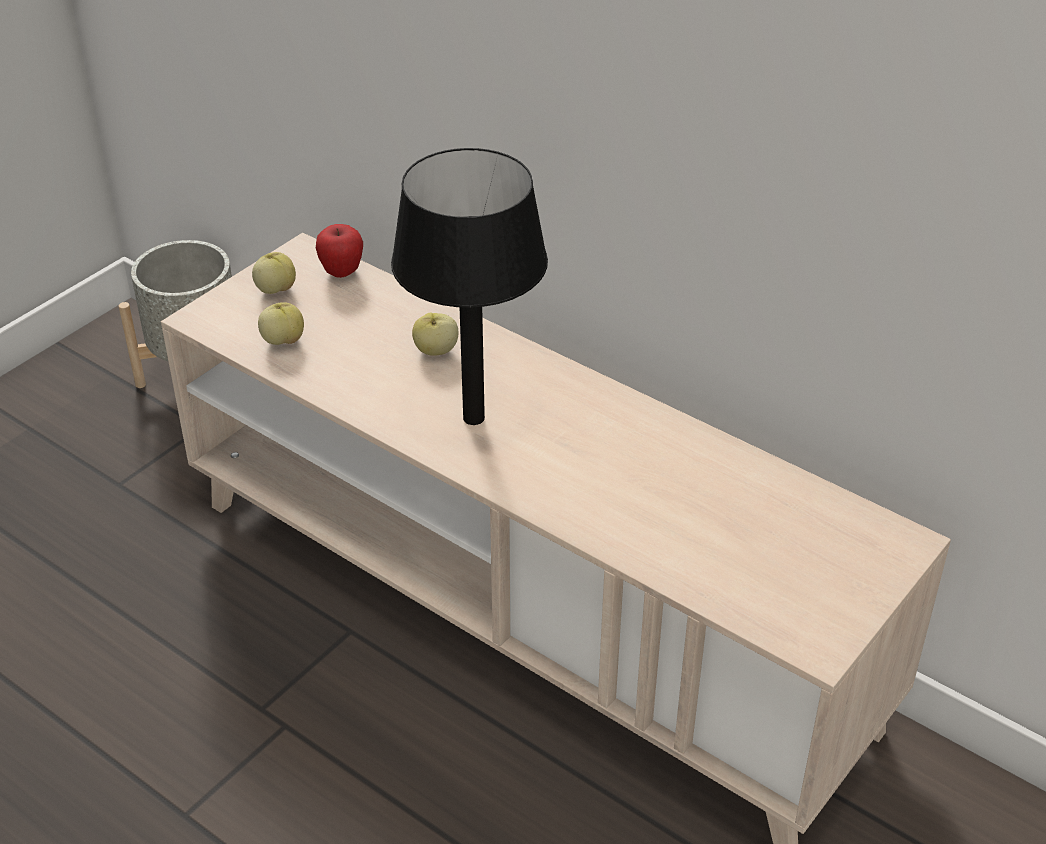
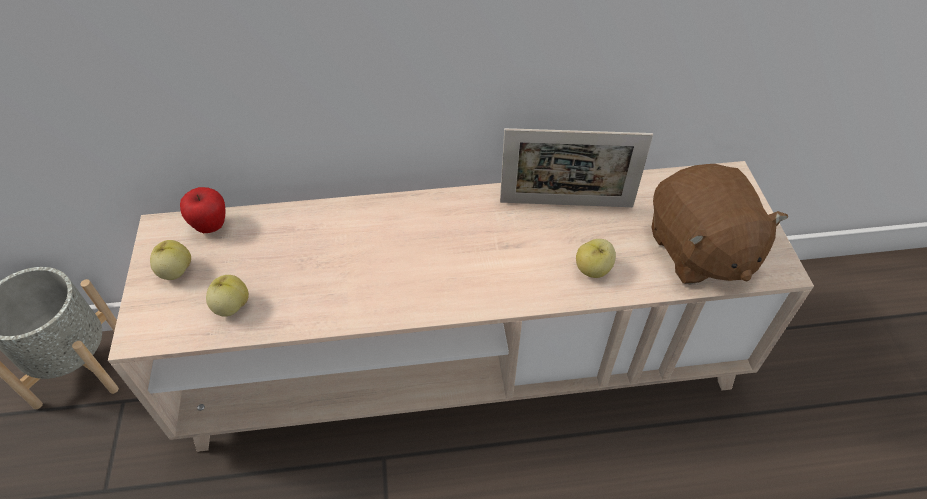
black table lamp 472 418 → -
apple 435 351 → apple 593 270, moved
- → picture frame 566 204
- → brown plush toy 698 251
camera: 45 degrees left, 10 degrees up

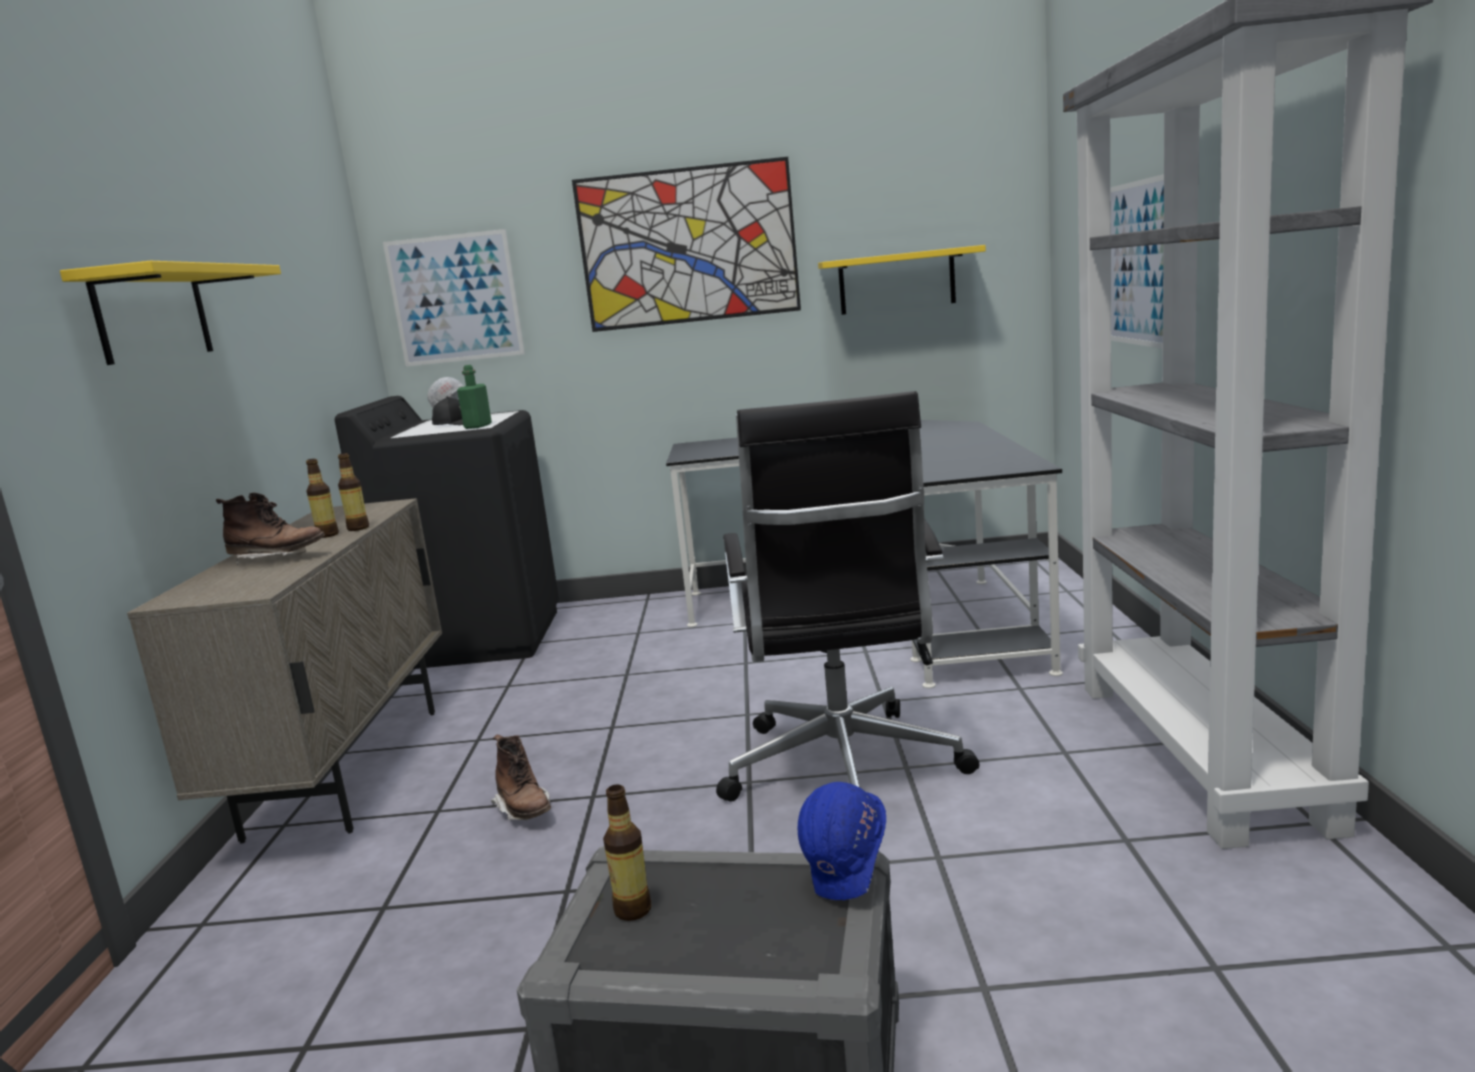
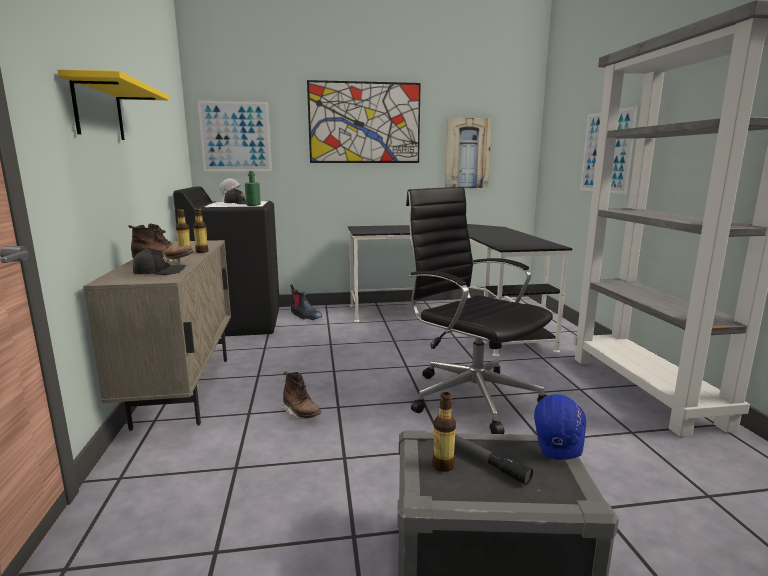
yellow shelf 896 281 → picture 467 153
black office chair 843 772 → black office chair 471 396, 150 degrees clockwise
- → black cap 159 272
- → boot 305 316
- → flashlight 488 463
camera: 10 degrees left, 0 degrees up

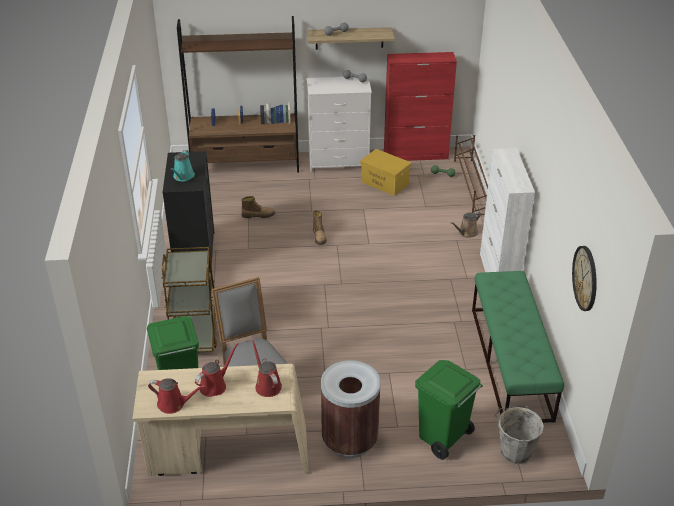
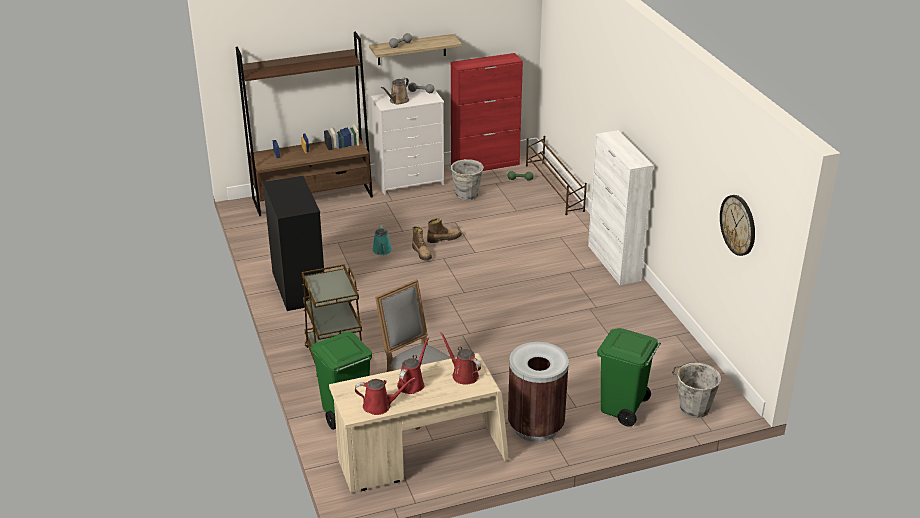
yellow storage box 385 183 → grey bucket 466 195
turquoise watering can 183 177 → turquoise watering can 382 251, moved
boot 258 215 → boot 444 238, moved
brown watering can 466 233 → brown watering can 398 101, moved
green bench 511 363 → -
camera: 15 degrees left, 5 degrees down

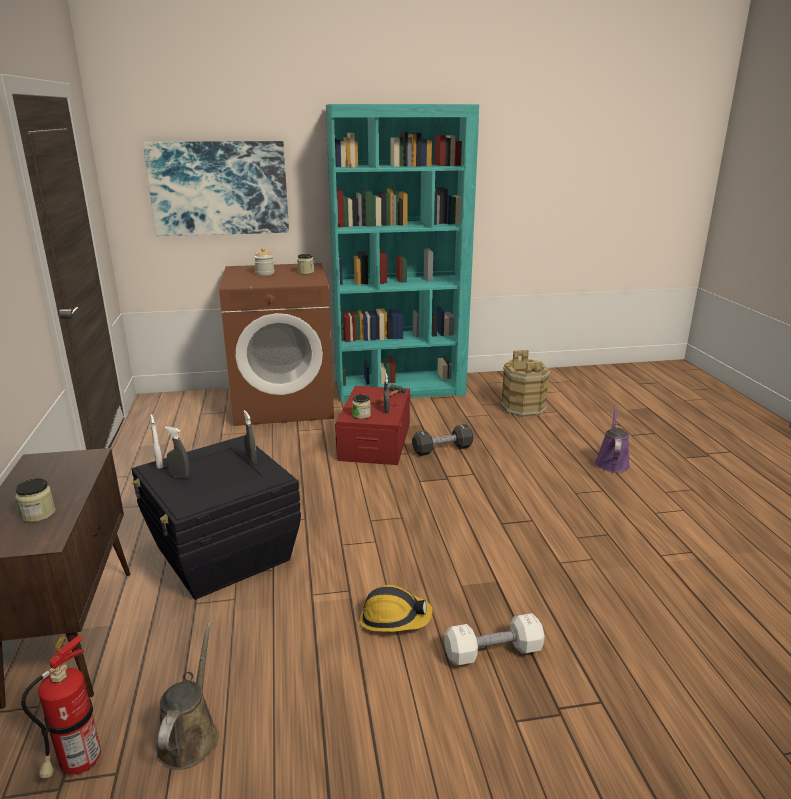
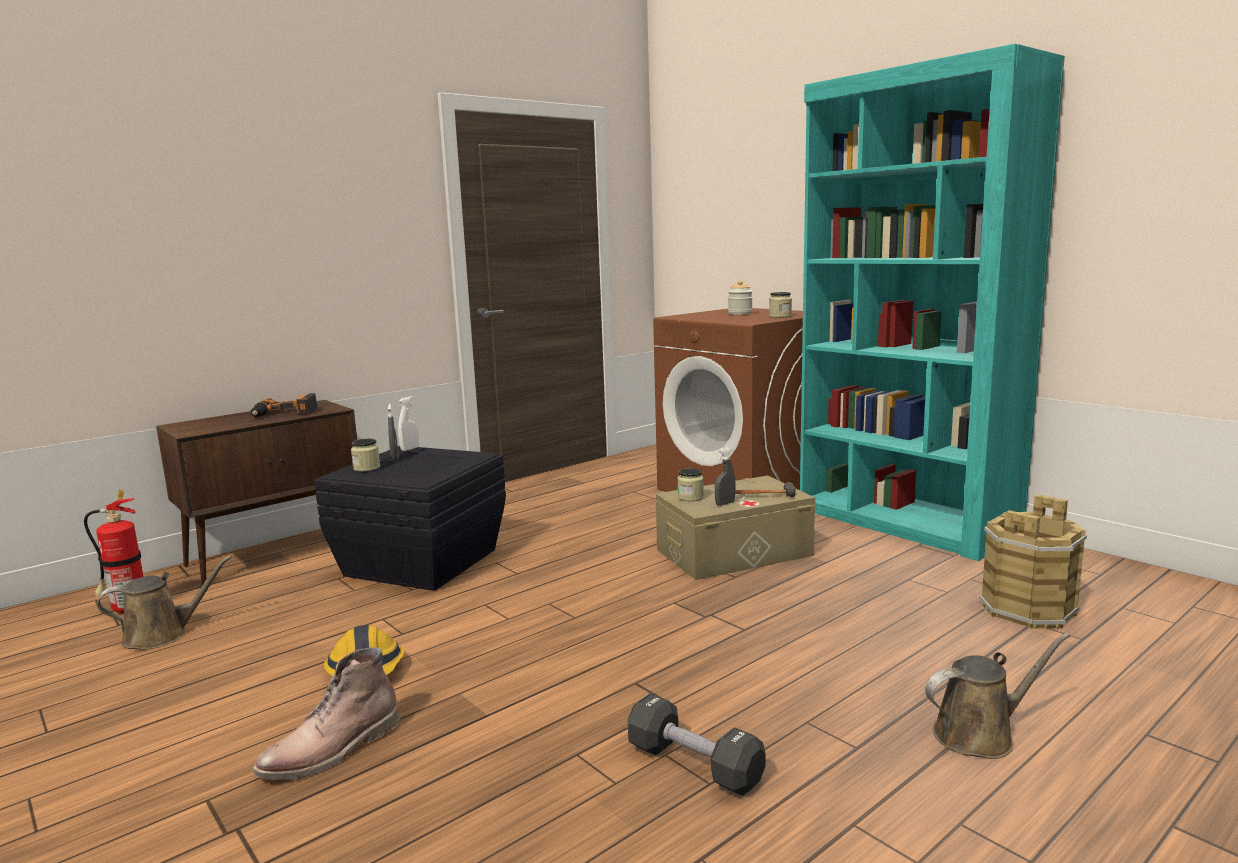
picture 219 188 → -
red storage box 375 441 → beige storage box 733 552
purple watering can 611 462 → brown watering can 980 735
grey spray bottle 251 460 → -
black dumbbell 442 449 → black dumbbell 694 765, moved
jar 38 514 → jar 366 468, moved
white dumbbell 493 652 → brown boot 332 751
- → power drill 285 413
camera: 60 degrees right, 10 degrees down

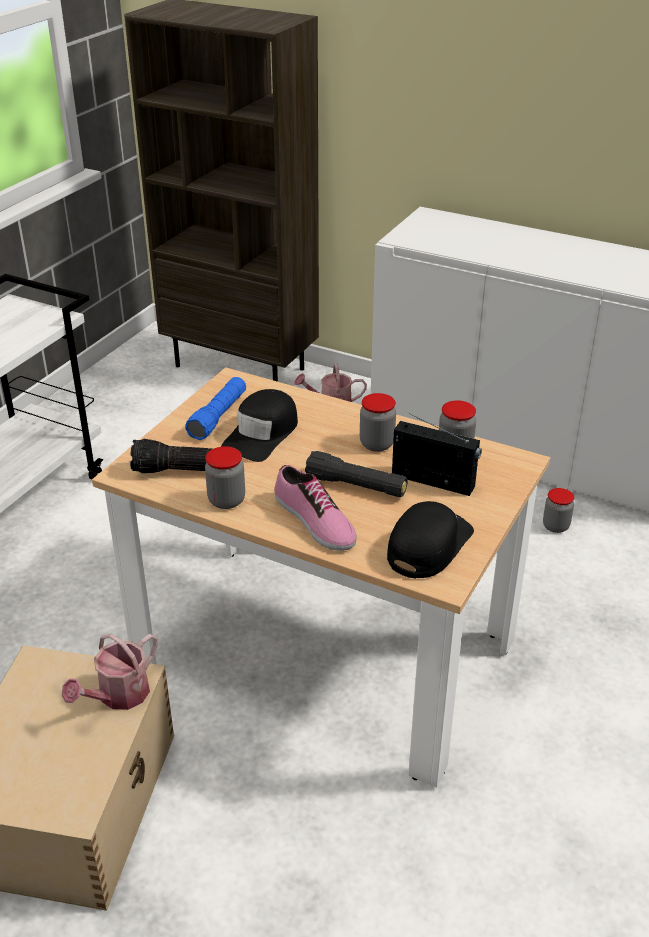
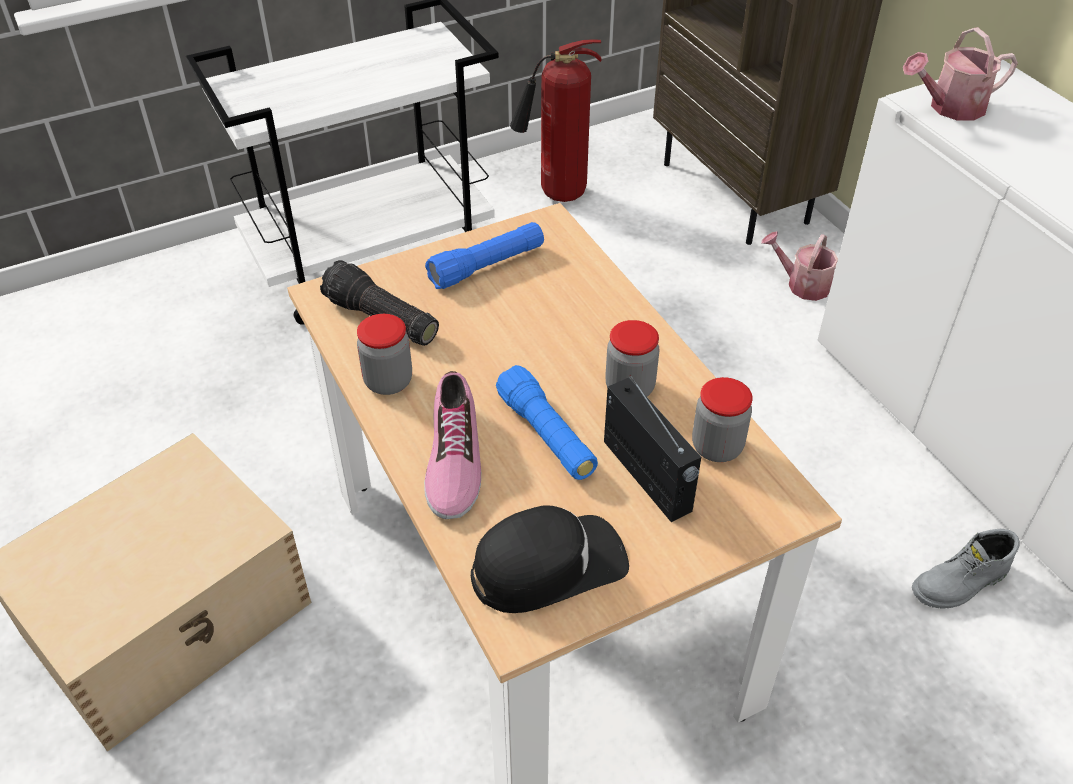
black cap 262 434 → -
black flashlight 356 486 → blue flashlight 546 435
jar 555 526 → grey boot 960 584
watering can 118 696 → watering can 950 107, moved
- → fire extinguisher 557 195
camera: 35 degrees right, 10 degrees up

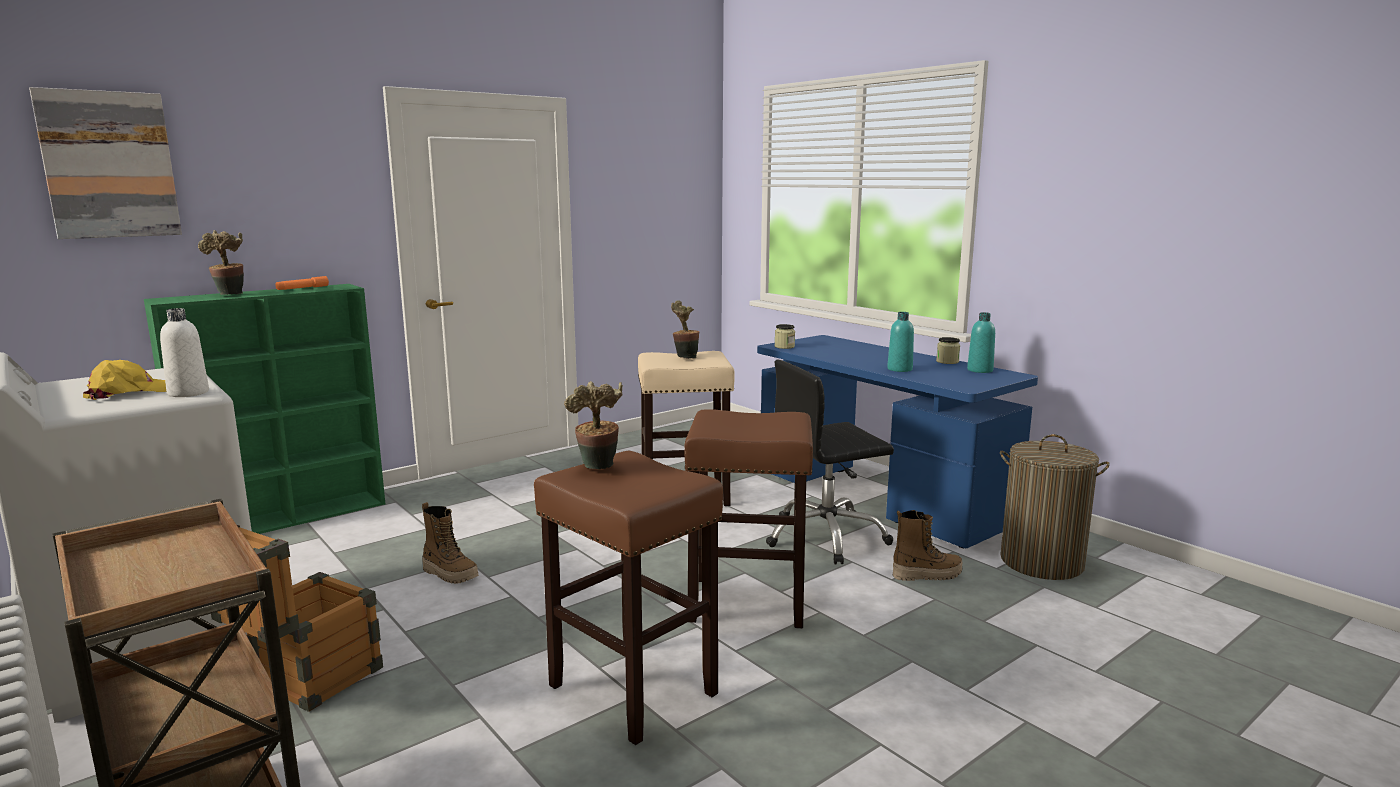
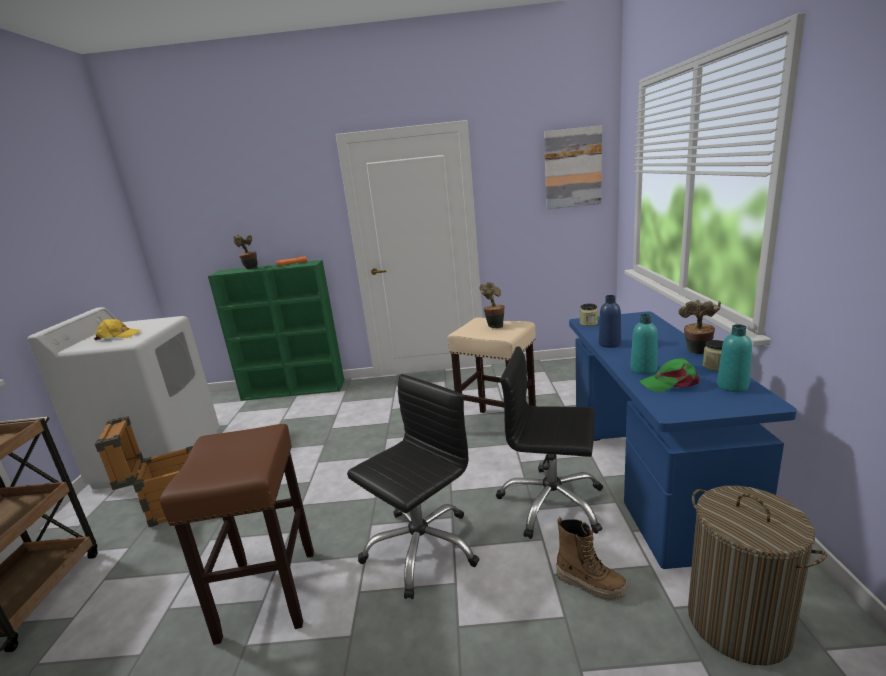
picture 109 165 → picture 572 168, moved
white bottle 188 393 → -
potted plant 598 468 → potted plant 697 353, moved
brown stool 749 602 → black office chair 421 548
boot 450 574 → -
- → blue bottle 609 344
- → green cap 671 383
camera: 40 degrees right, 5 degrees up

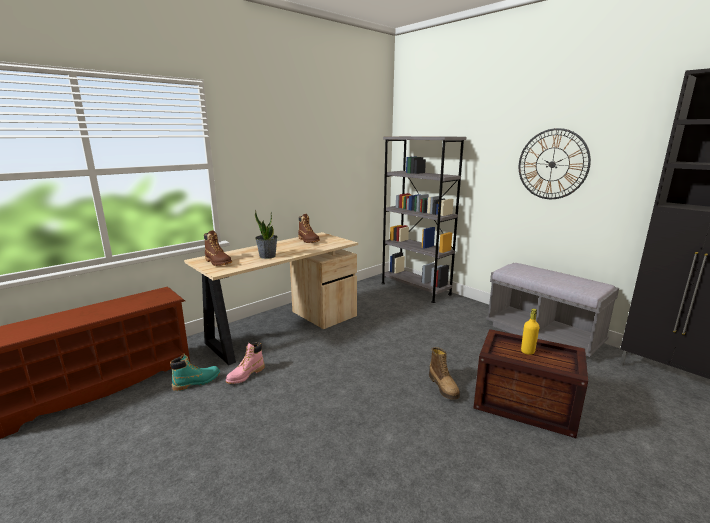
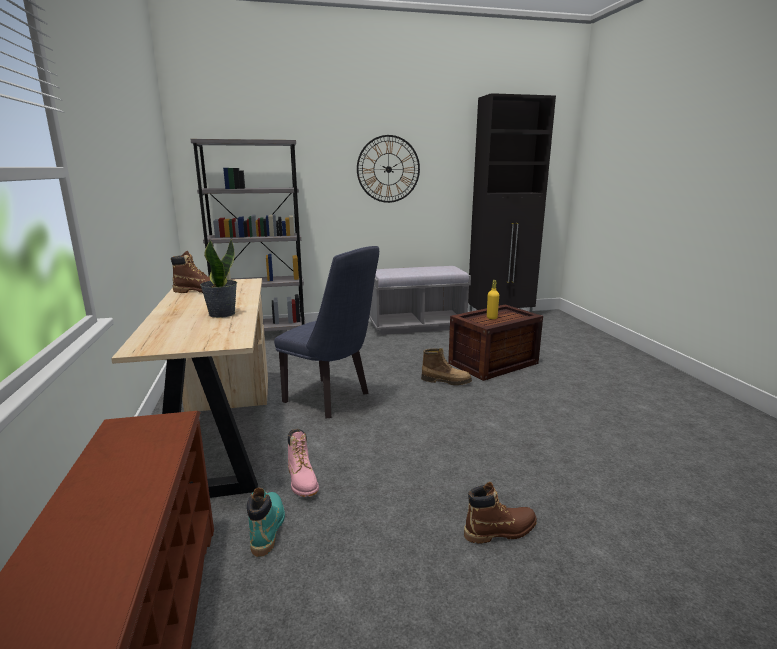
brown boot 218 262 → brown boot 500 531, moved
- → blue chair 332 399
camera: 60 degrees left, 0 degrees up

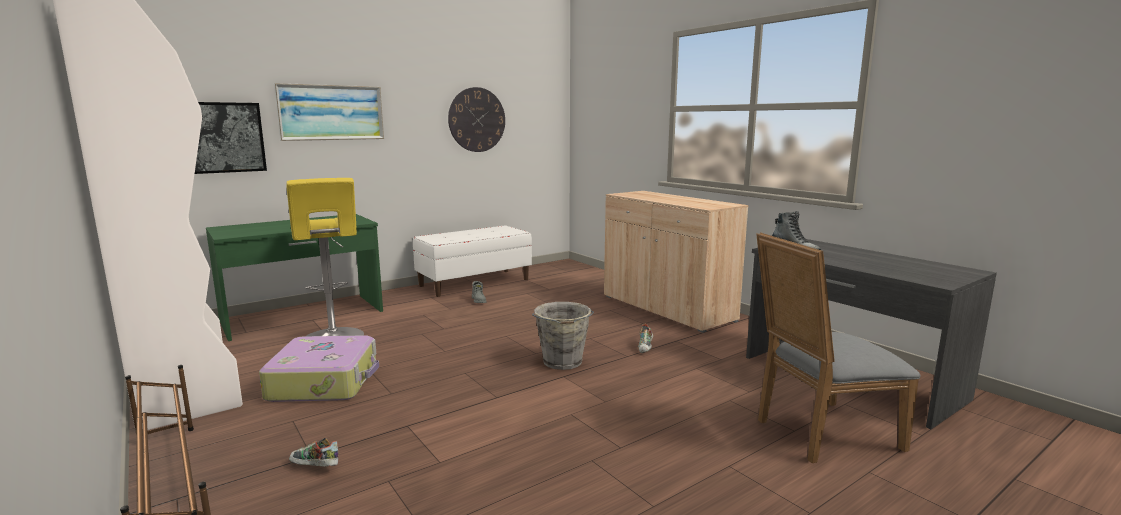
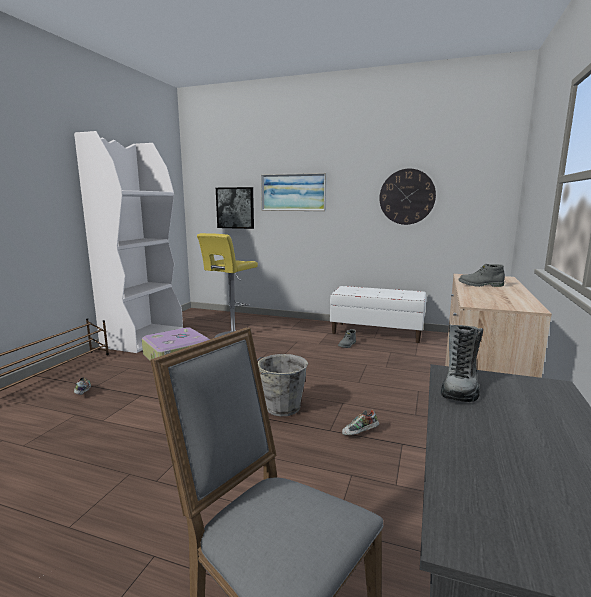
green desk 303 316 → -
- → grey boot 480 285
camera: 55 degrees right, 0 degrees up

